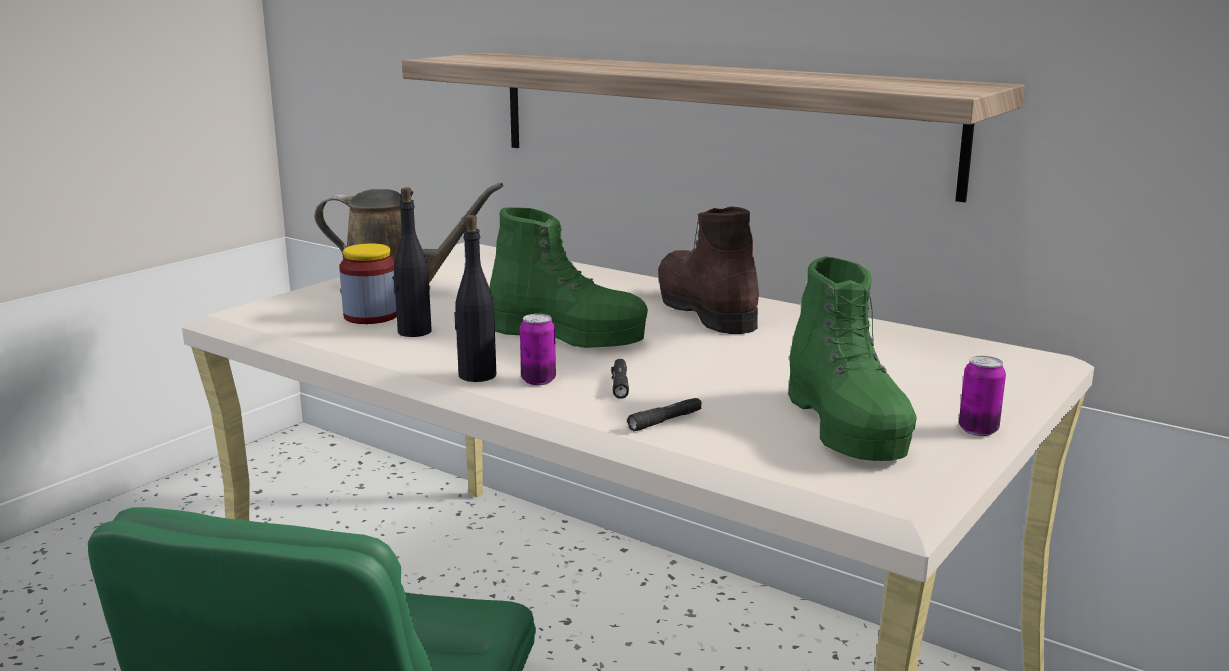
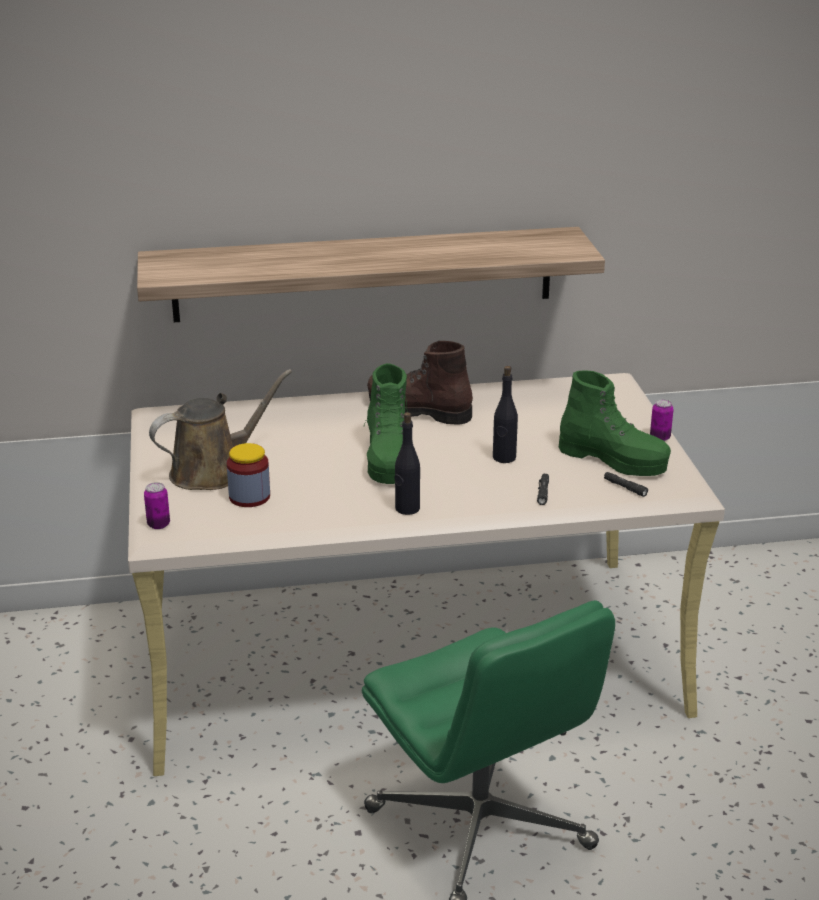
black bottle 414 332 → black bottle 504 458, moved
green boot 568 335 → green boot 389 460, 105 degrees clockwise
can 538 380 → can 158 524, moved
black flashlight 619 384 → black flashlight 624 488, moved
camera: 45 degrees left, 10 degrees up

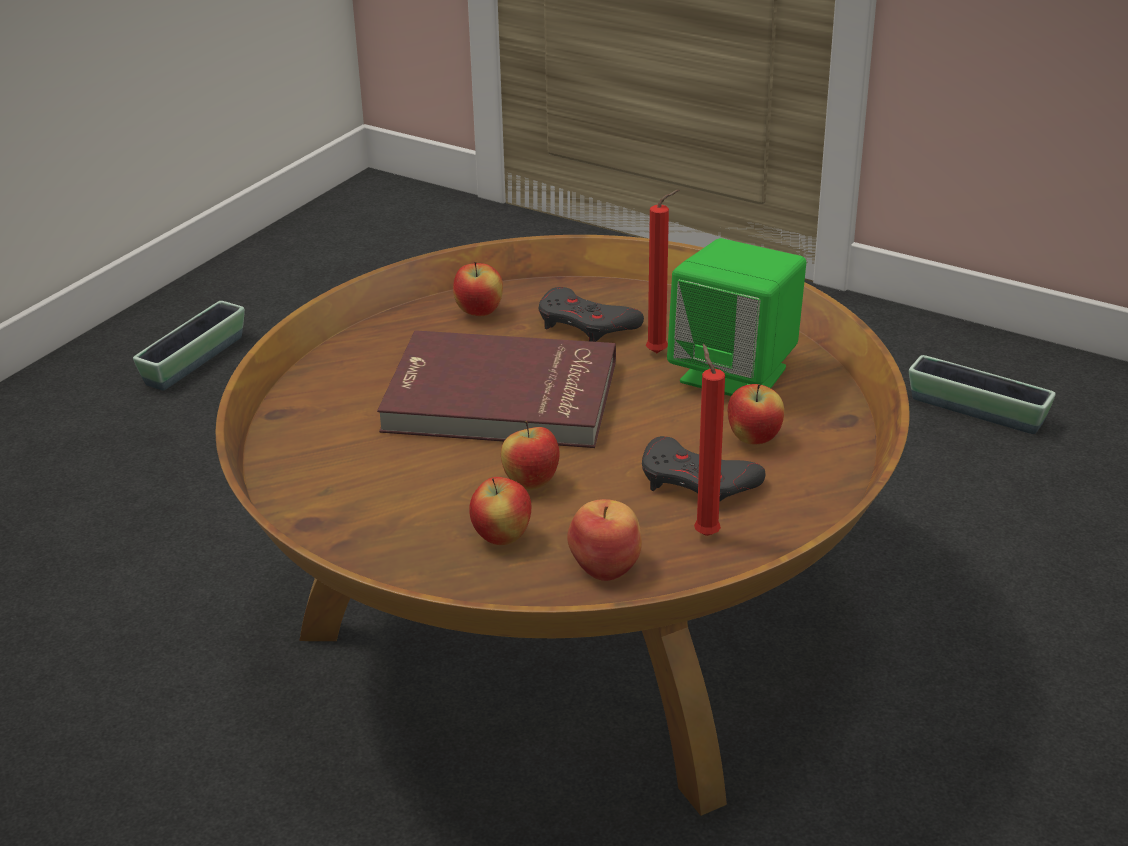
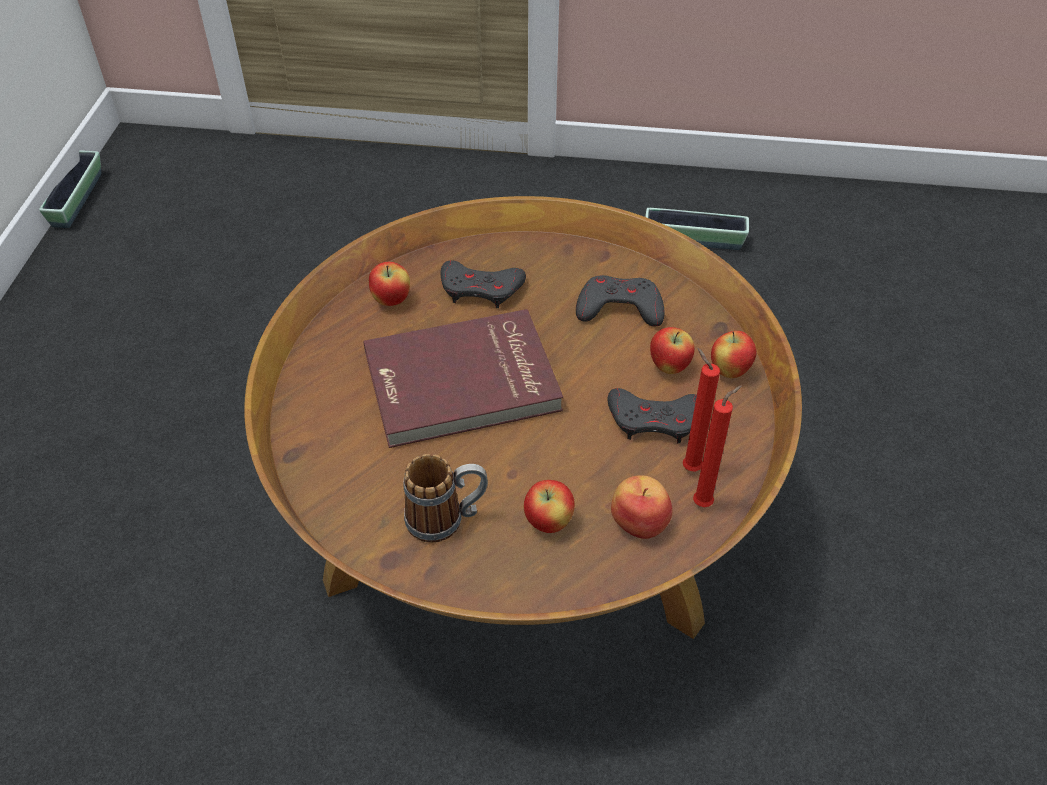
red candle 660 353 → red candle 705 502, moved
green speaker 735 374 → grey game controller 619 308
planter 195 361 → planter 77 200, moved
apple 531 483 → apple 729 371, moved
- → mug 447 519
camera: 25 degrees left, 15 degrees up

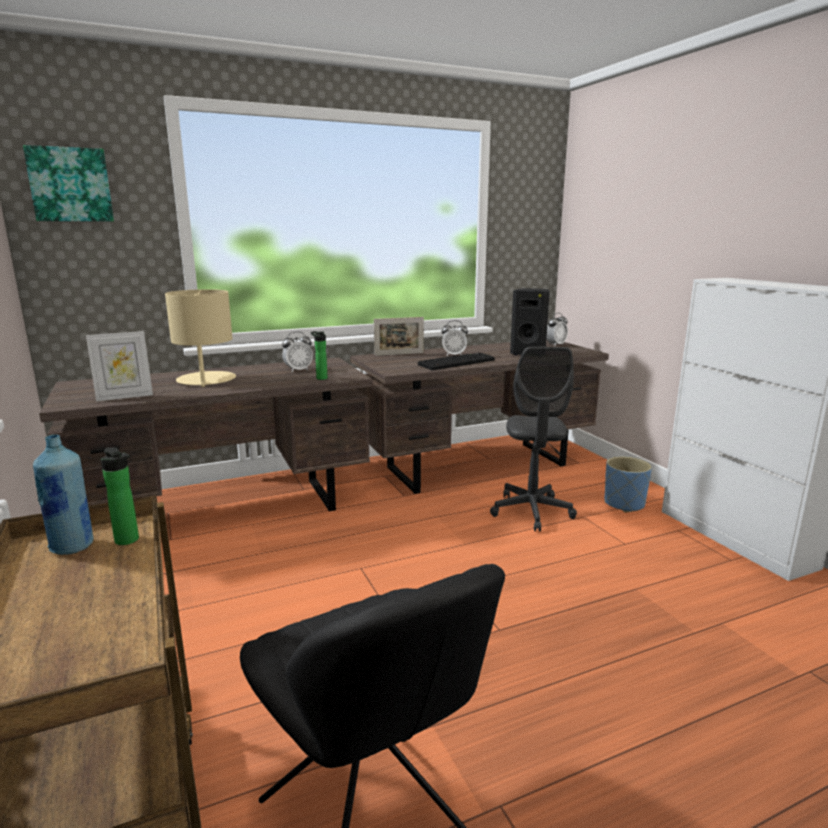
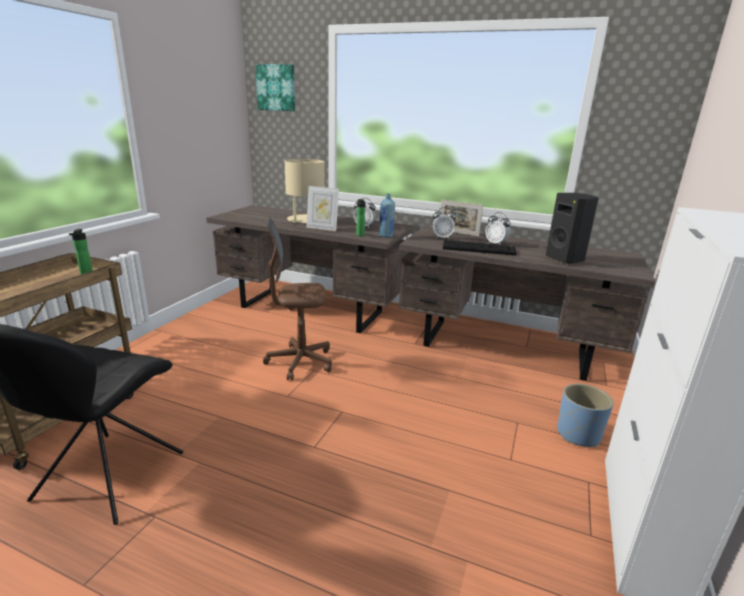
alarm clock 555 345 → alarm clock 442 238, moved
picture frame 124 397 → picture frame 322 228, moved
grey office chair 531 511 → -
blue bottle 72 546 → blue bottle 386 236, moved
- → brown office chair 300 362
camera: 45 degrees right, 5 degrees up

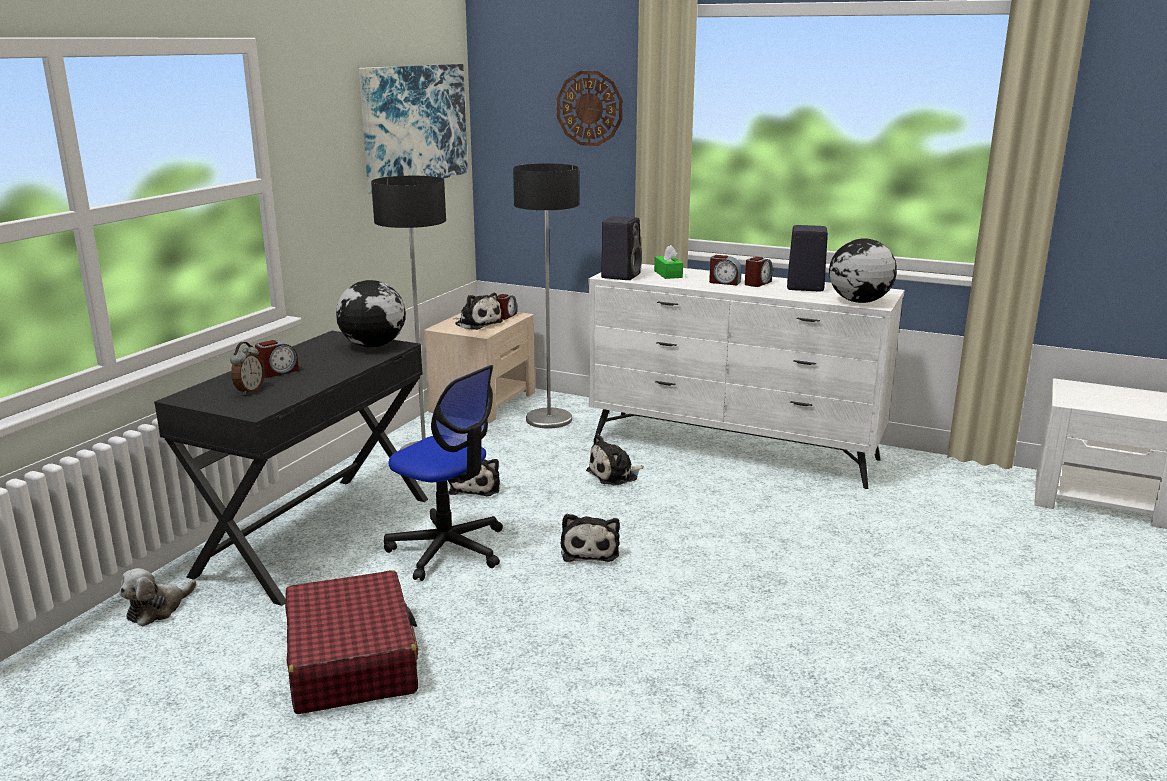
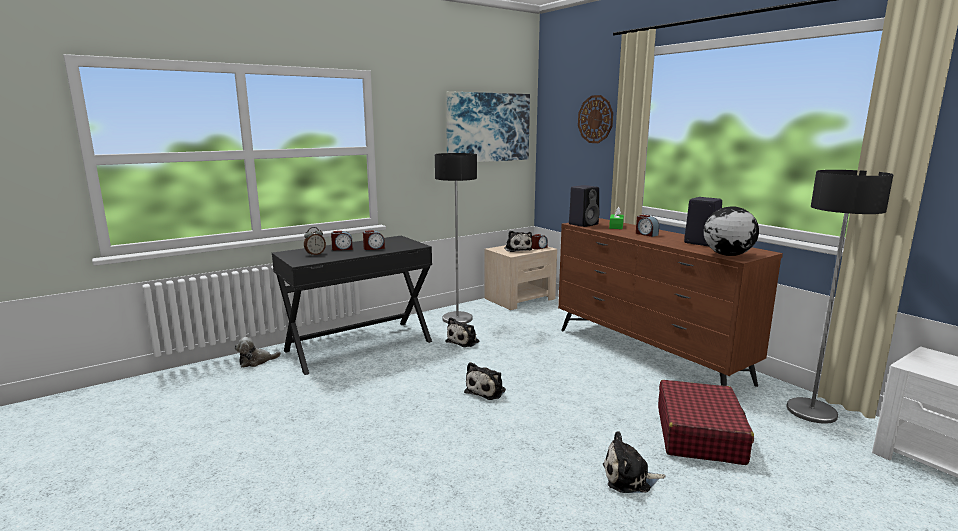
floor lamp 549 419 → floor lamp 812 411, moved
alarm clock 757 283 → alarm clock 374 248, moved
white dresser 734 450 → brown dresser 648 355
globe 374 345 → -
office chair 448 549 → -
plush toy 615 475 → plush toy 629 478, moved
red suitcase 352 660 → red suitcase 699 434, moved
camera: 30 degrees right, 5 degrees down

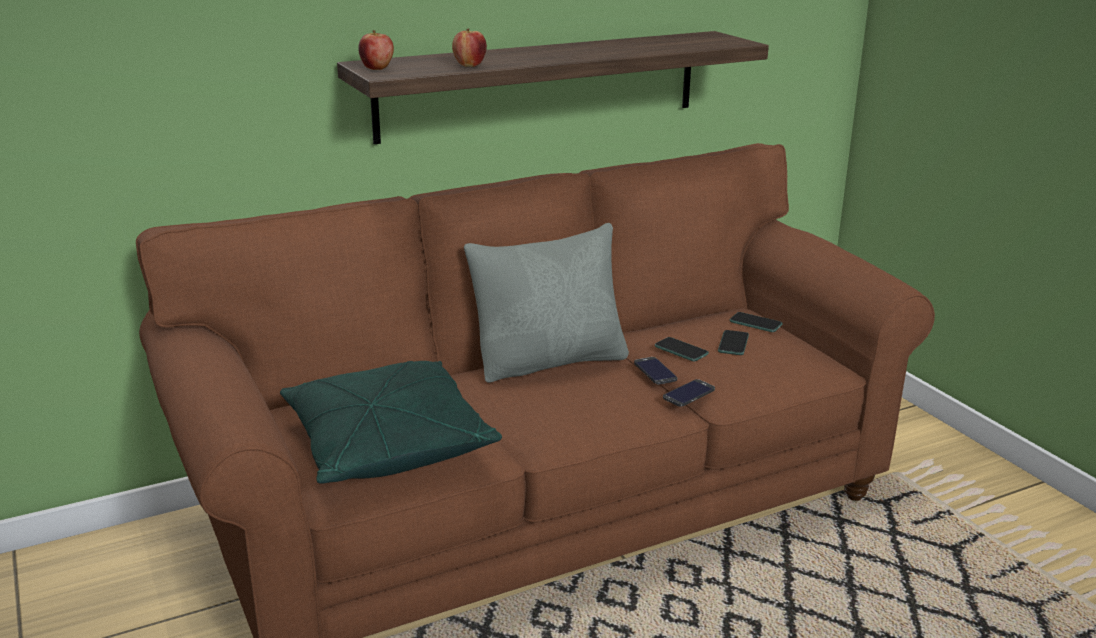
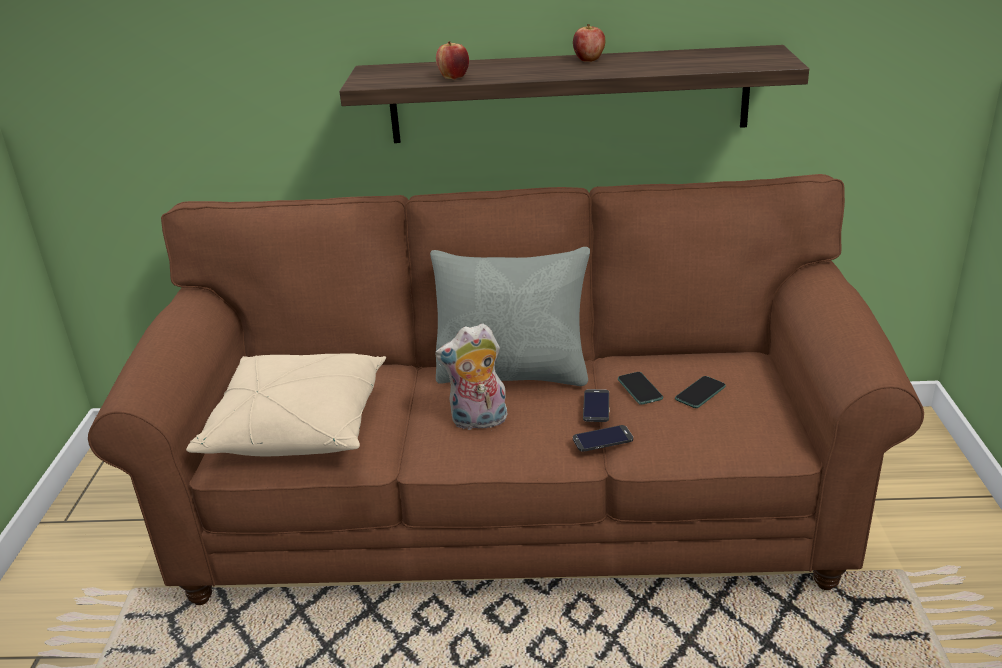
apple 376 68 → apple 588 60, moved
phone 755 323 → -
green pillow 387 445 → beige pillow 298 426
- → plush toy 478 422
camera: 30 degrees right, 5 degrees up

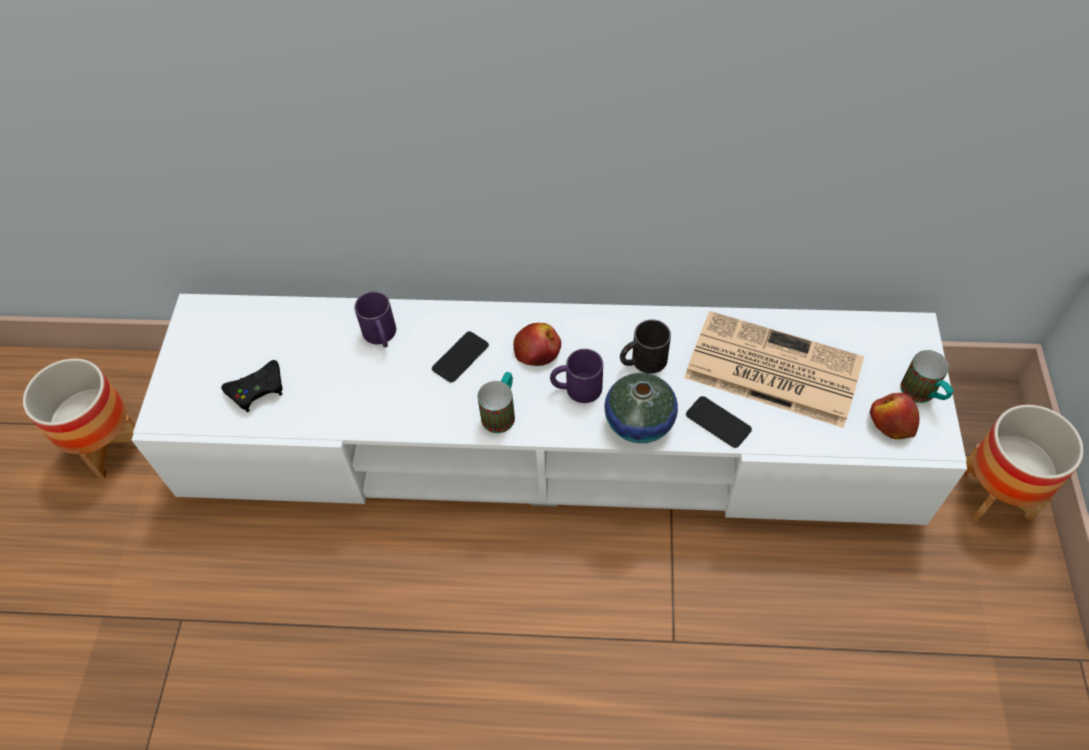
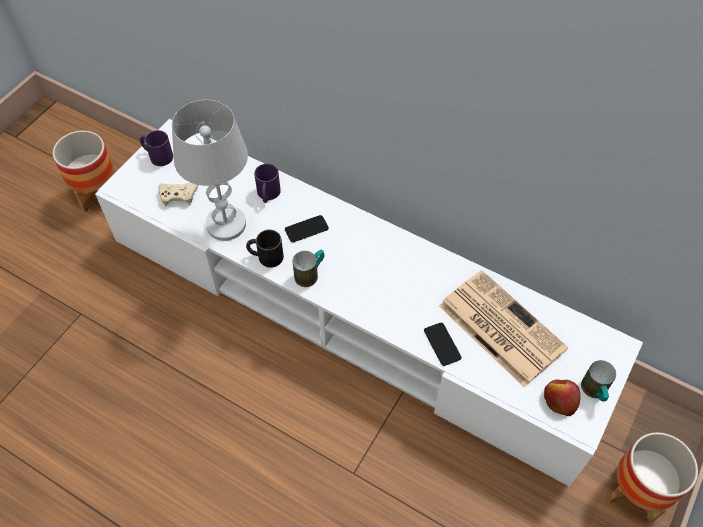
black mug 642 361 → black mug 265 256, moved
apple 538 350 → -
purple mug 576 388 → purple mug 157 155, moved
black game controller 257 389 → beige game controller 178 195
vase 639 422 → -
- → white table lamp 226 225
camera: 25 degrees right, 0 degrees up

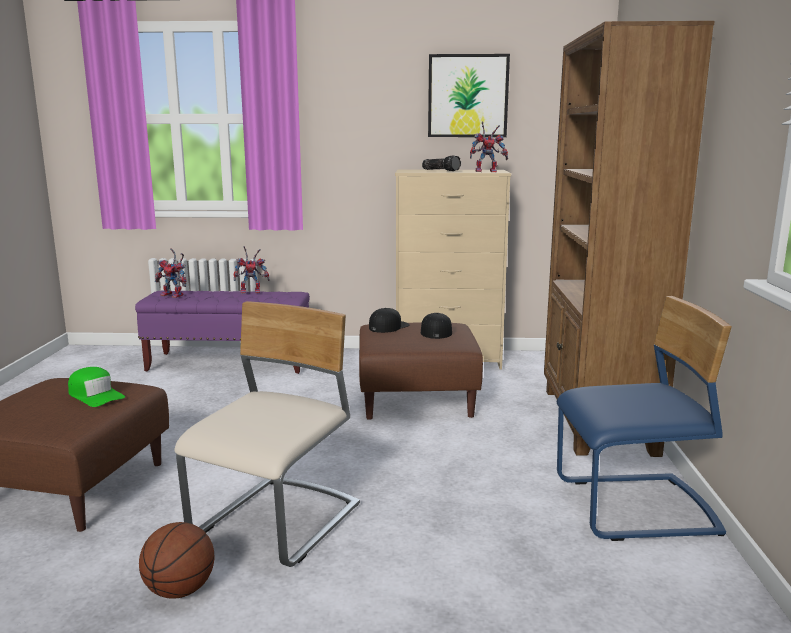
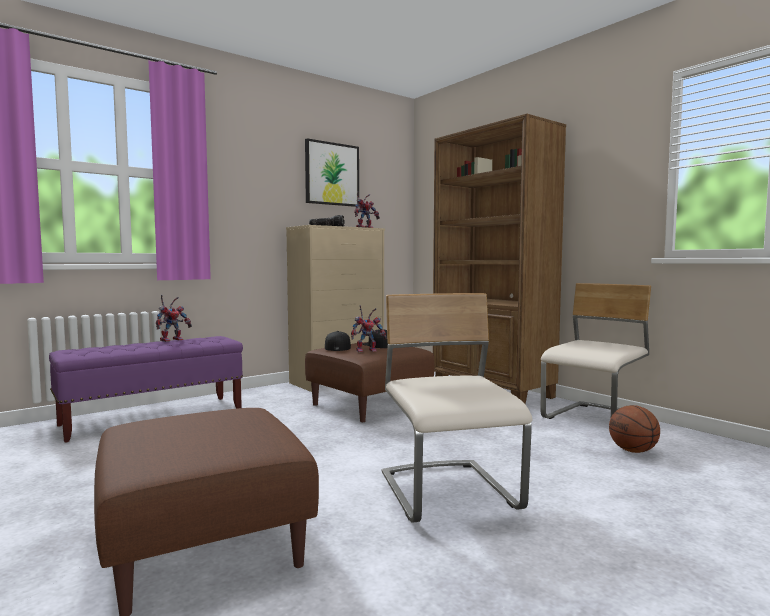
toy robot 175 295 → toy robot 367 350, moved
blue chair 635 508 → beige chair 596 420
green cap 95 395 → -
basketball 180 591 → basketball 633 451, moved
camera: 40 degrees left, 10 degrees down

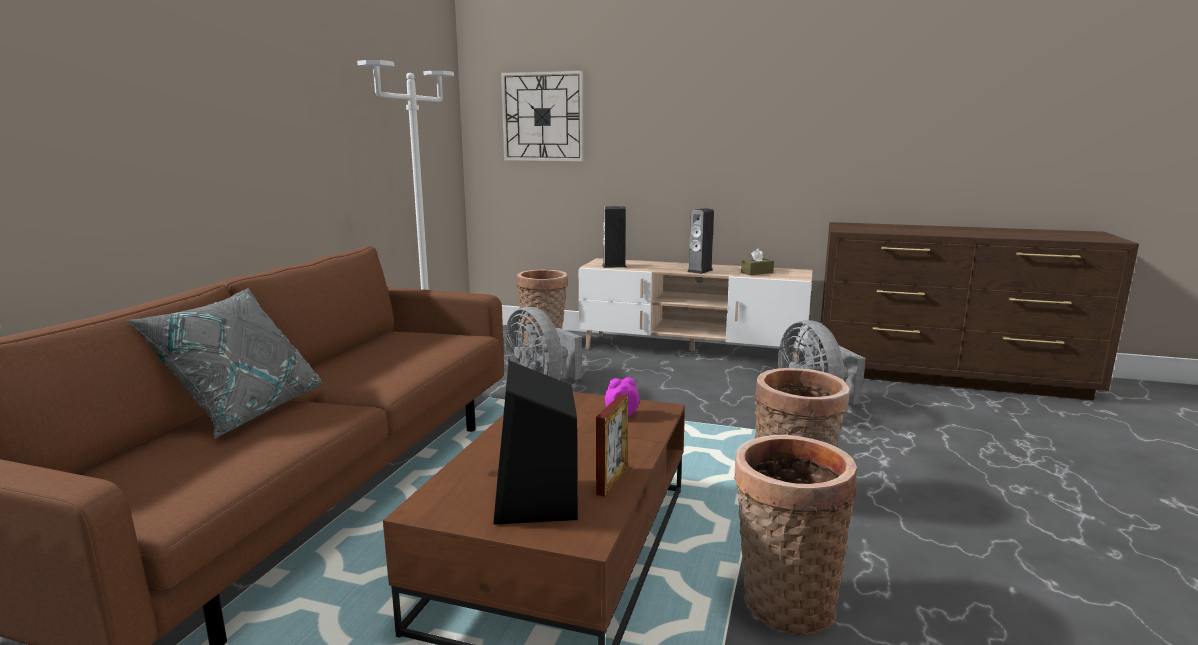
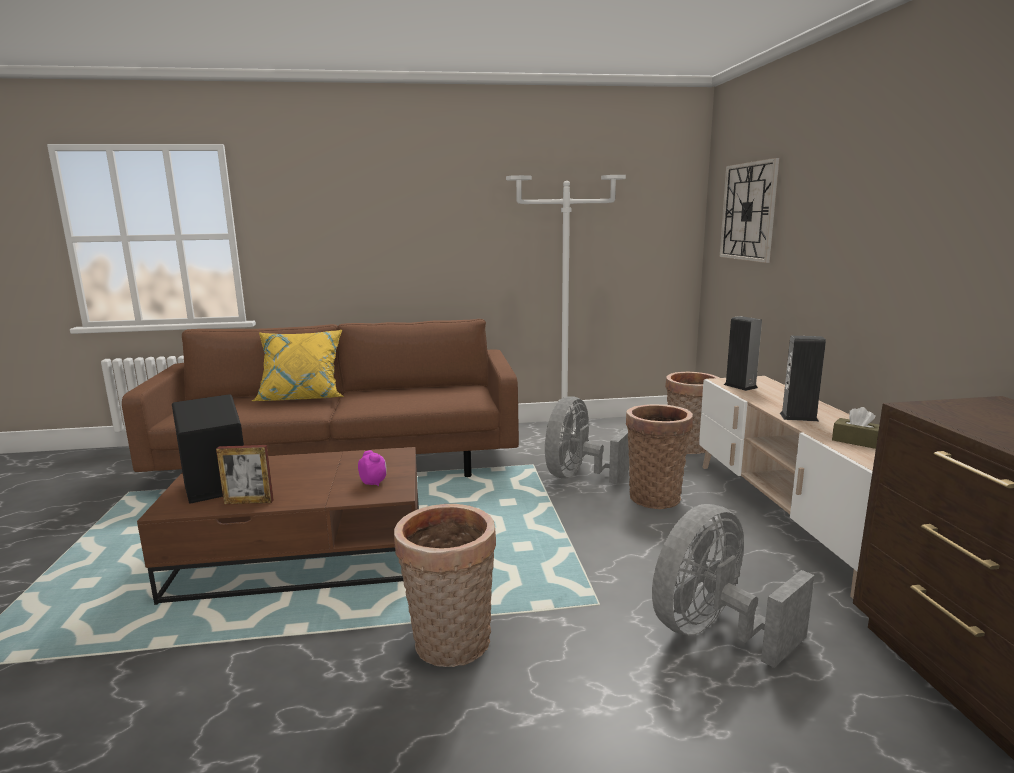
grey pillow 245 411 → yellow pillow 302 397
basket 783 602 → basket 655 496, moved
camera: 65 degrees right, 0 degrees up

